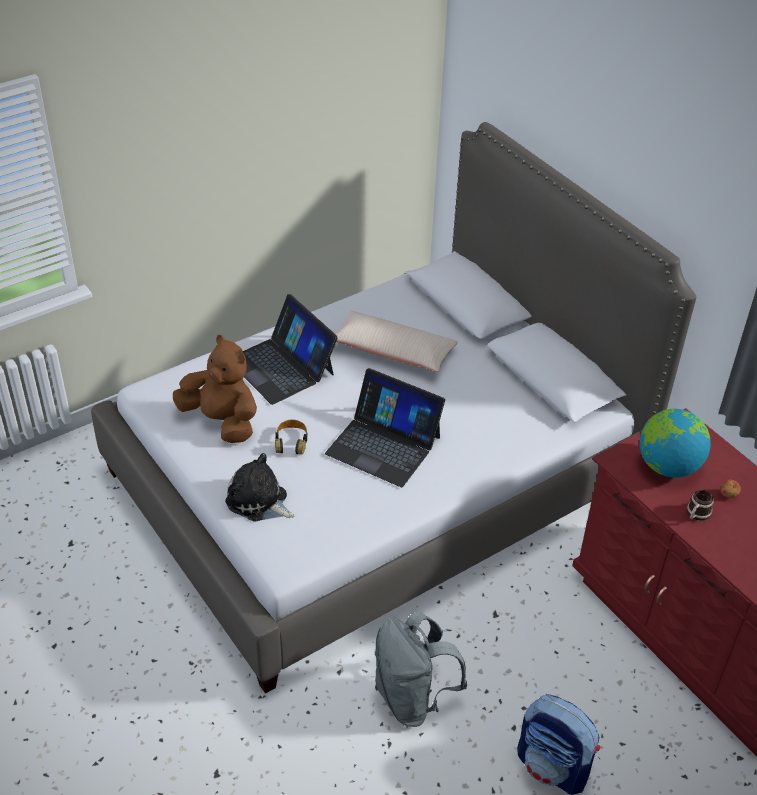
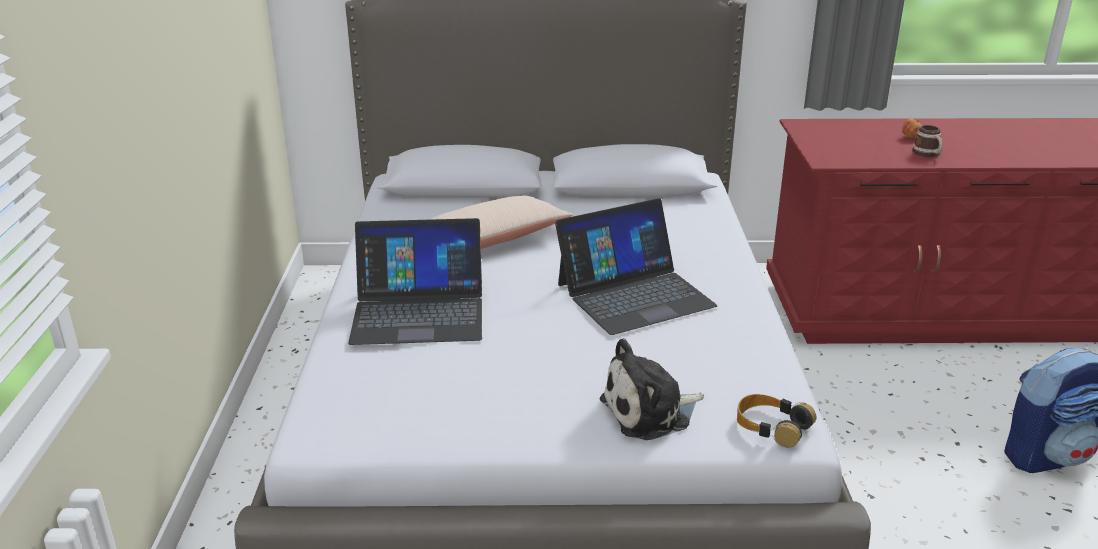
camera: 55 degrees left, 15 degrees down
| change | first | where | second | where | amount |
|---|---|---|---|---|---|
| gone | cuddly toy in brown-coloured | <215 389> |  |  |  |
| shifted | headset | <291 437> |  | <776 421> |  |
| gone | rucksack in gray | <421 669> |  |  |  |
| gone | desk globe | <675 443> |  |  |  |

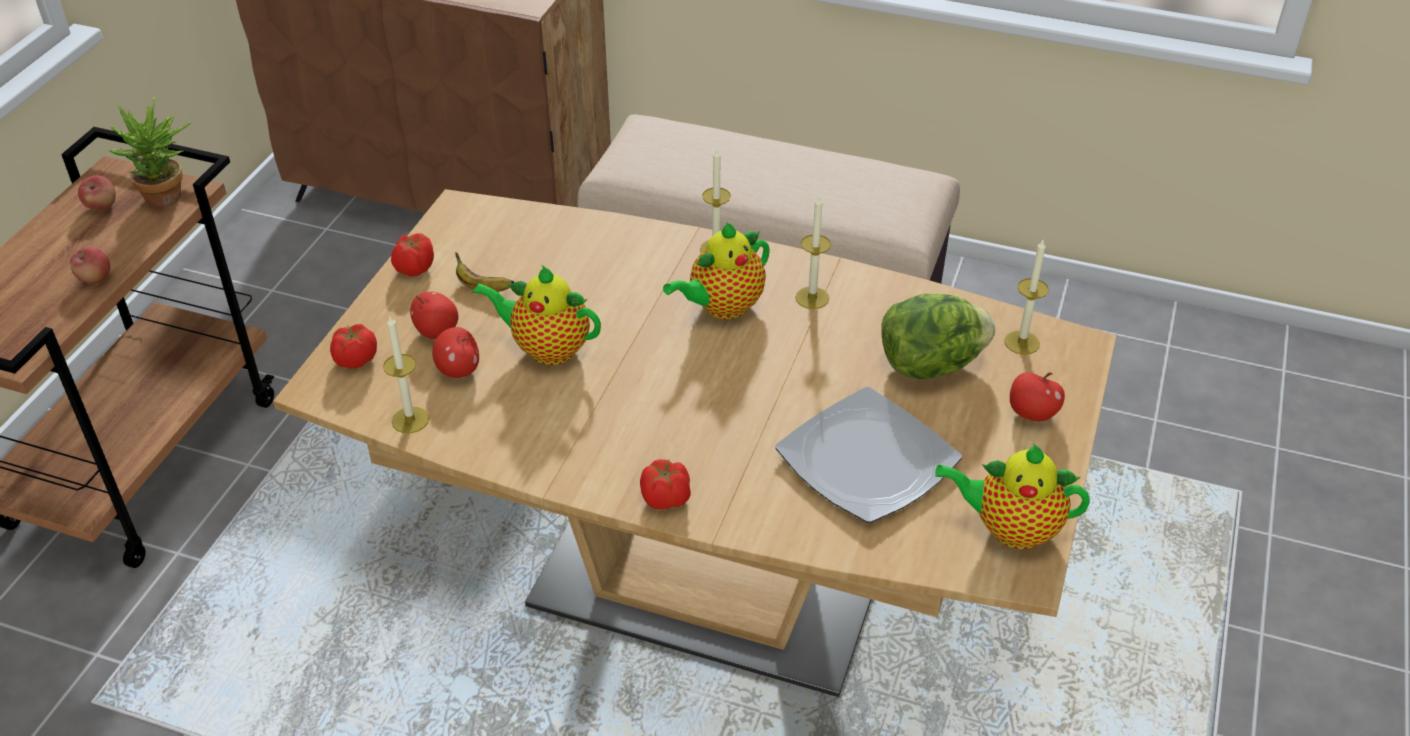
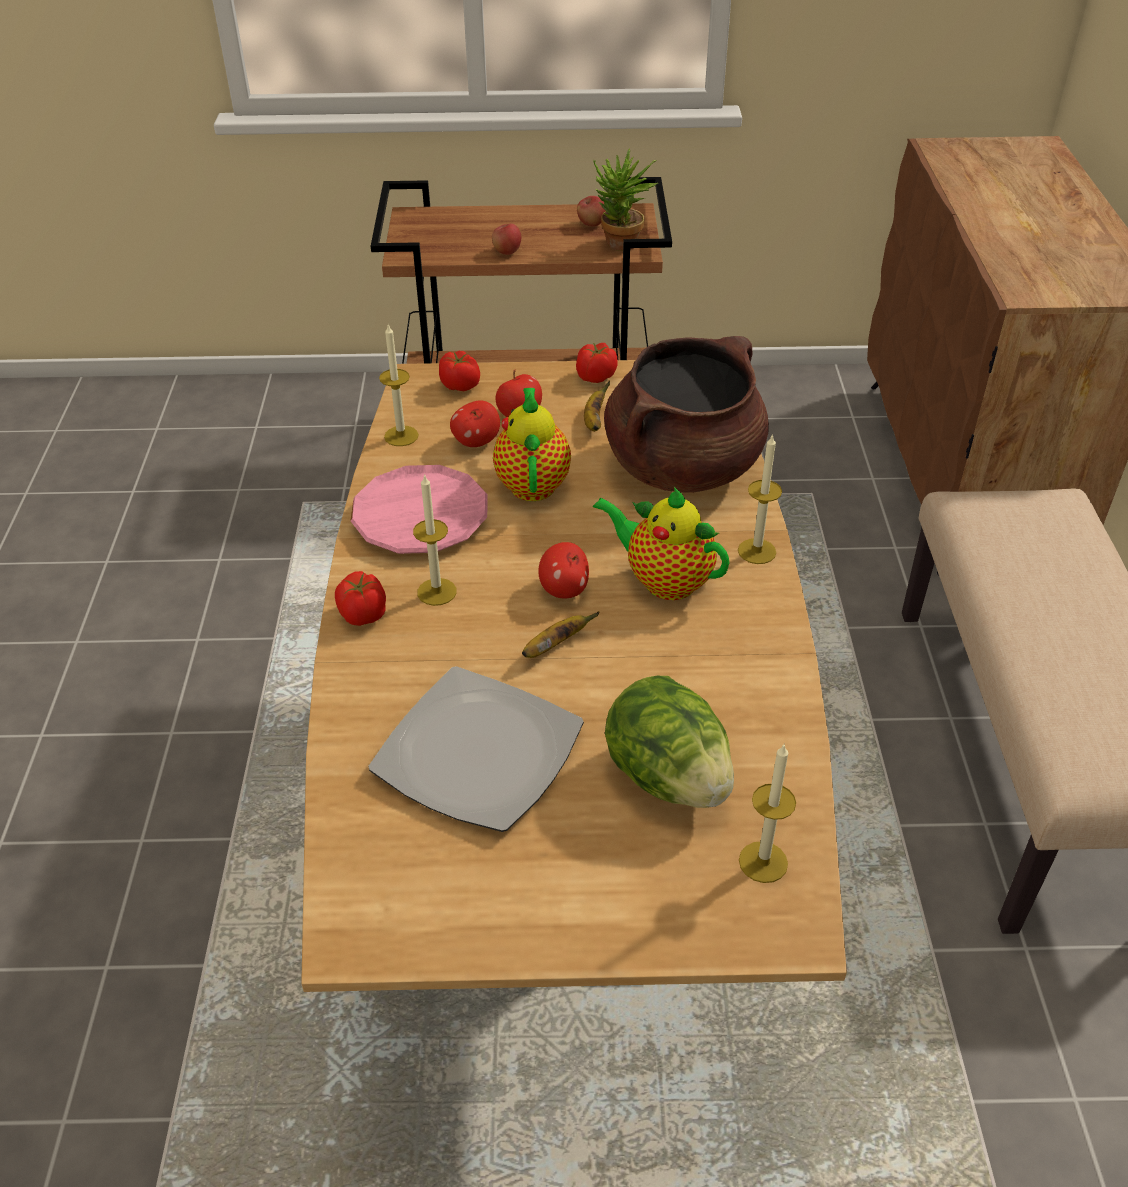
camera: 70 degrees right, 0 degrees up
| change | first | where | second | where | amount |
|---|---|---|---|---|---|
| shifted | candle | <813 252> |  | <435 540> |  |
| gone | pot for tea | <1012 496> |  |  |  |
| shifted | apple | <1037 397> |  | <563 570> |  |
| new |  |  | dinner plate in pink-coloured | <419 509> |  |
| new |  |  | banana fruit | <561 634> |  |
| new |  |  | saucepot in brown-coloured | <686 414> |  |

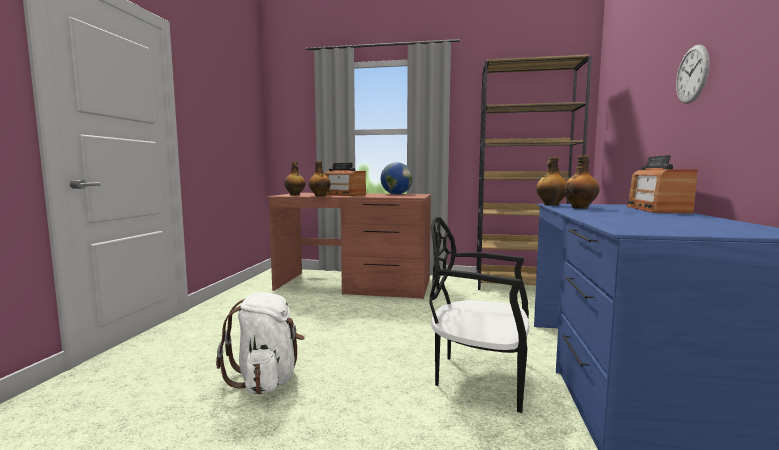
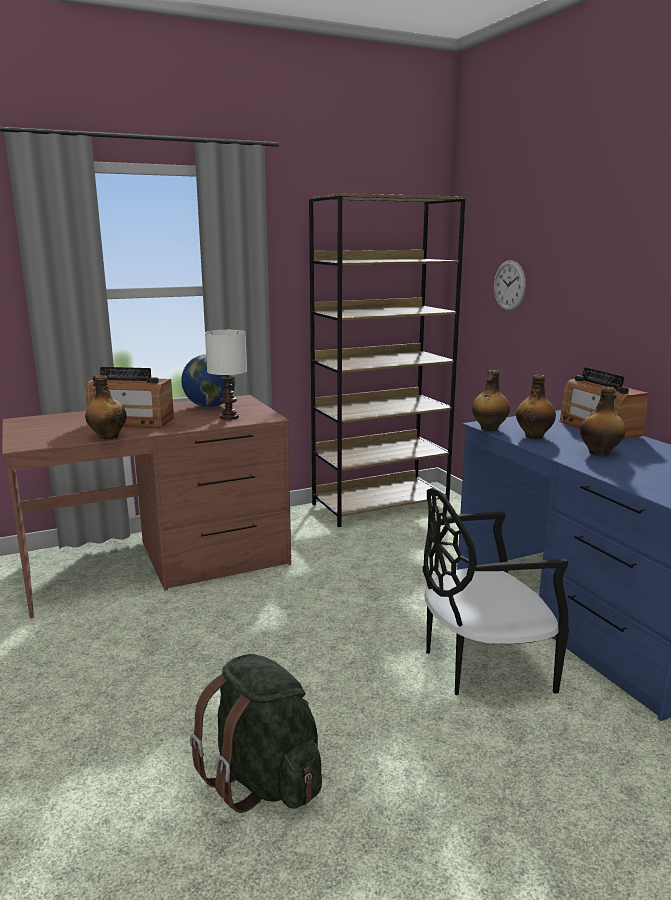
camera: 35 degrees left, 10 degrees up
| change | first | where | second | where | amount |
|---|---|---|---|---|---|
| repainted | rucksack in white | <260 343> | rucksack in green-coloured | <256 733> |  |
| shifted | drink bottle | <294 178> |  | <602 421> |  |
| shifted | wall clock | <692 74> |  | <510 285> |  |
| new |  |  | lamp for a table in white | <226 375> |  |

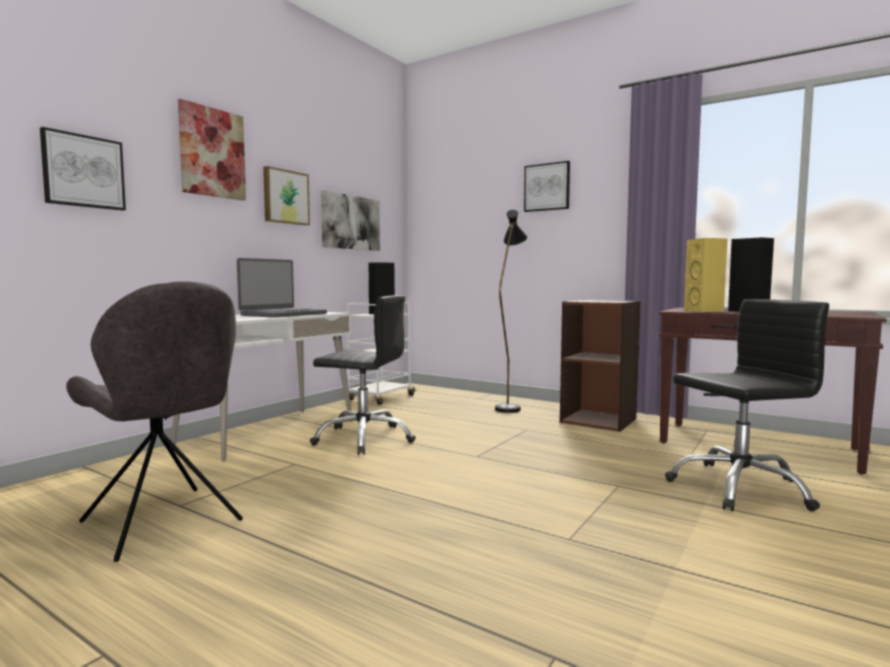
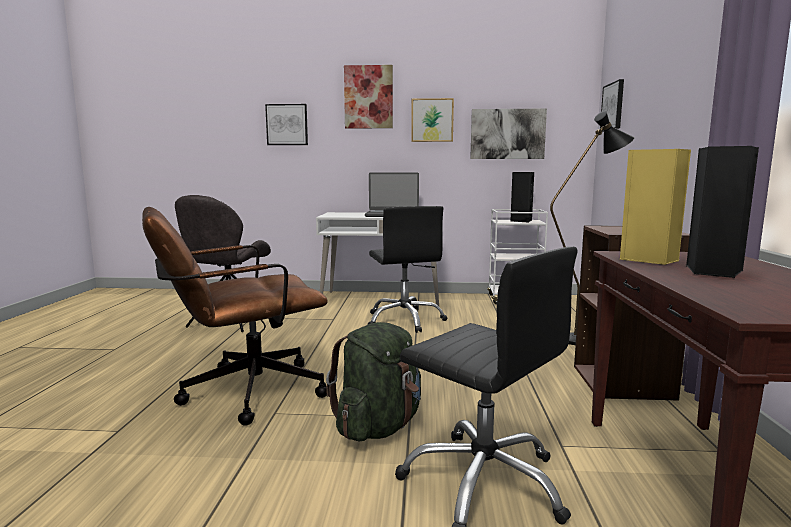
camera: 60 degrees right, 5 degrees up
| change | first | where | second | where | amount |
|---|---|---|---|---|---|
| shifted | wall art | <547 186> |  | <612 105> |  |
| new |  |  | office chair in brown-coloured | <235 316> |  |
| new |  |  | rucksack in green-coloured | <373 382> |  |

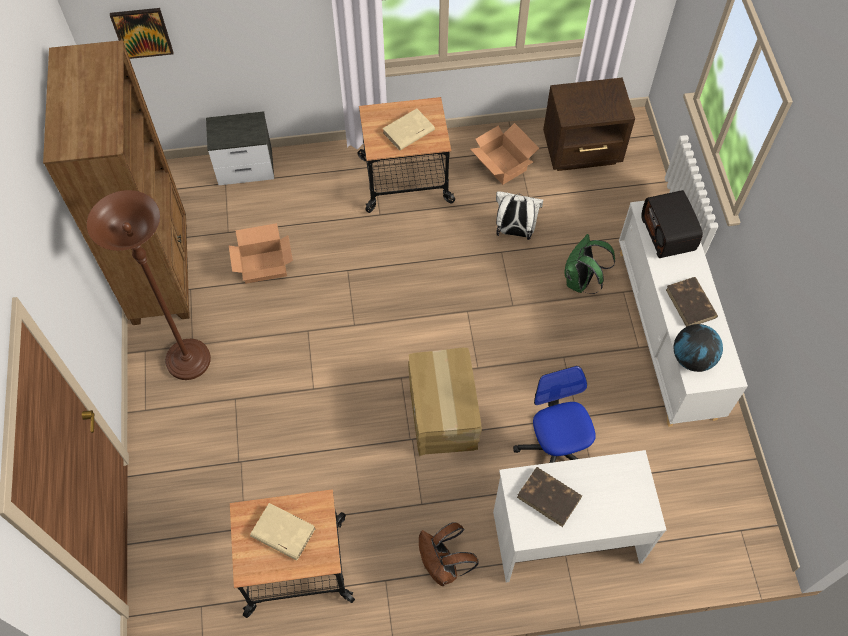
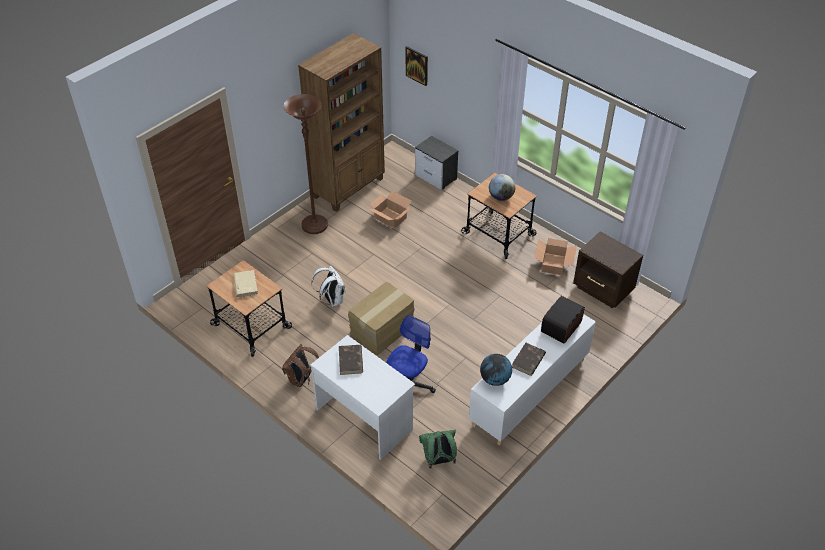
camera: 50 degrees right, 15 degrees down
| change | first | where | second | where | amount |
|---|---|---|---|---|---|
| swapped | volume in sand-coloured | <408 129> | desk globe | <502 187> |  |
| shifted | rucksack in white | <519 215> |  | <328 286> |  |
| shifted | rucksack in green-coloured | <589 264> |  | <438 449> |  |

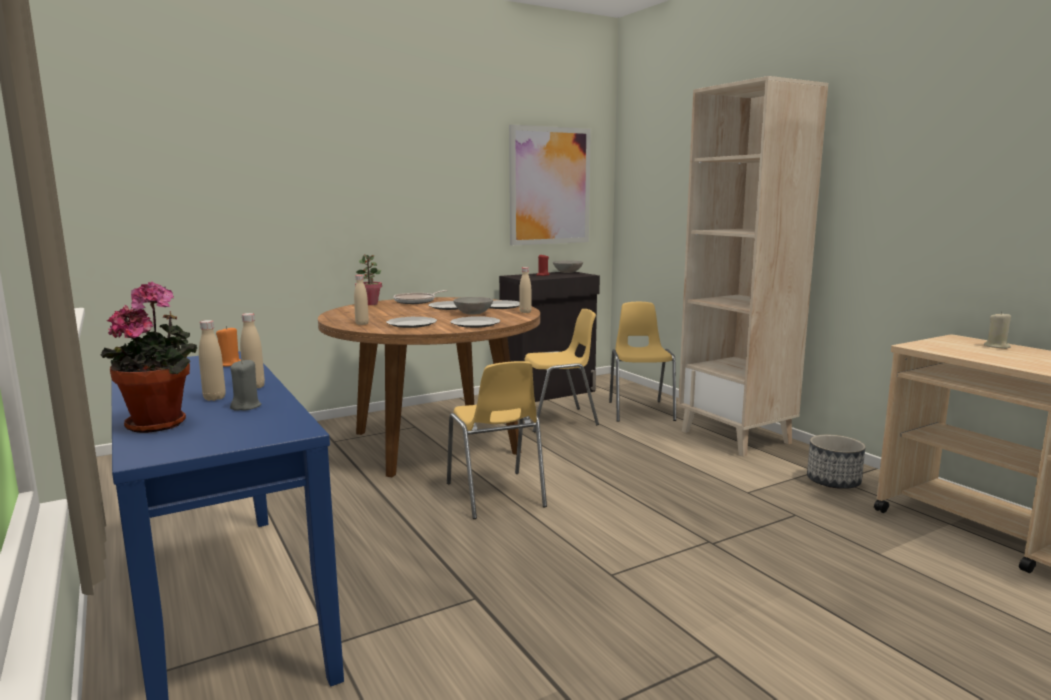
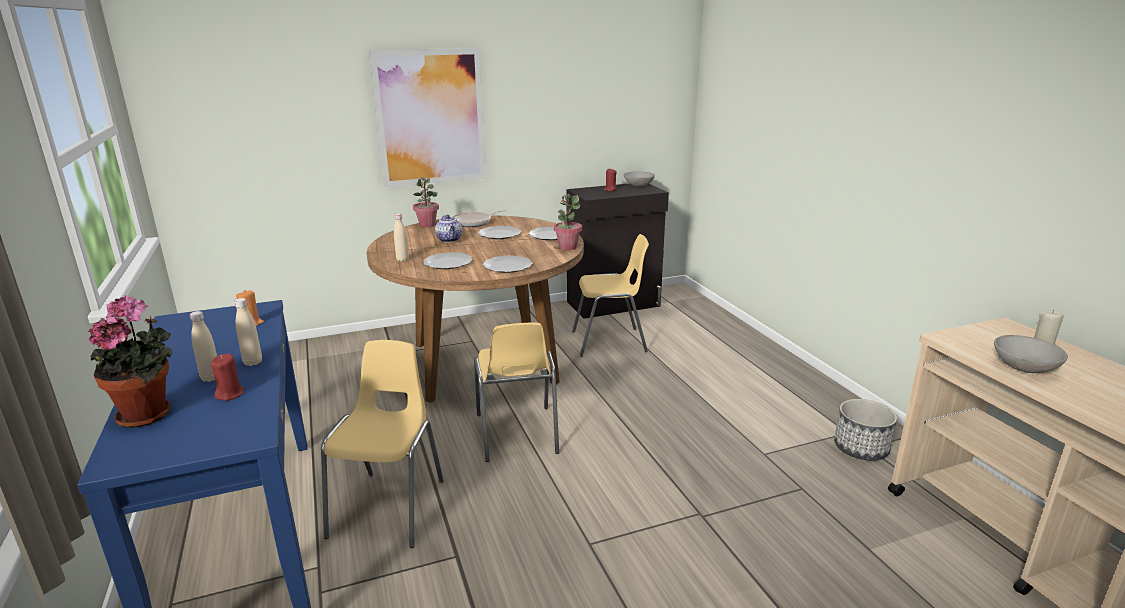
camera: 10 degrees right, 10 degrees up
| change | first | where | second | where | amount |
|---|---|---|---|---|---|
| repainted | candle in gray | <245 385> | candle in reddish | <227 377> |  |
| shifted | bowl in gray | <473 306> |  | <1031 354> |  |
| shifted | wall art | <550 185> |  | <427 117> |  |
| swapped | drink bottle in sand-coloured | <525 290> | potted plant | <568 222> |  |
| shifted | plain chair in yellow-coloured | <642 362> |  | <382 444> |  |
| gone | bookcase in sand-coloured | <753 266> |  |  |  |
| new |  |  | pot for tea | <448 228> |  |

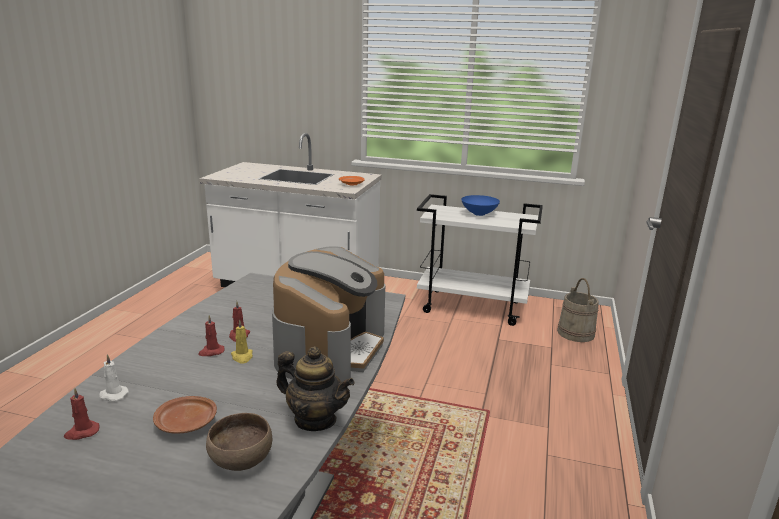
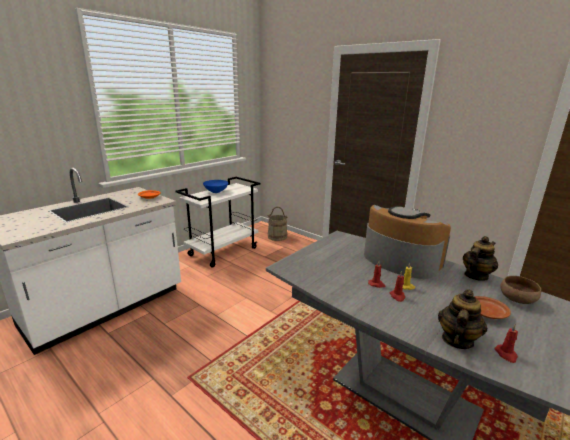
camera: 65 degrees left, 0 degrees up
| change | first | where | second | where | amount |
|---|---|---|---|---|---|
| swapped | candle in white | <114 377> | pot for tea | <463 319> |  |

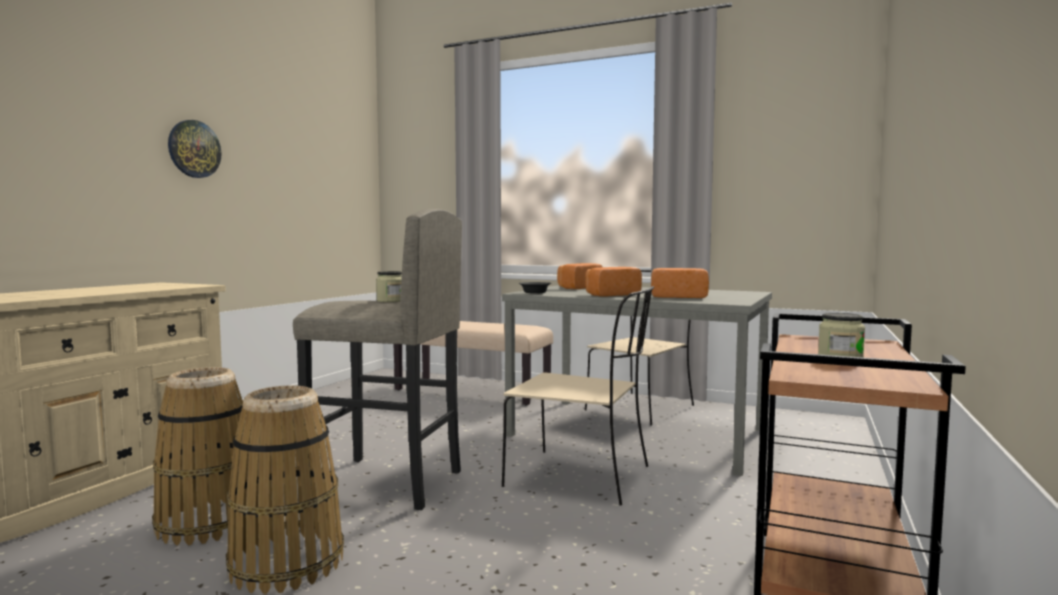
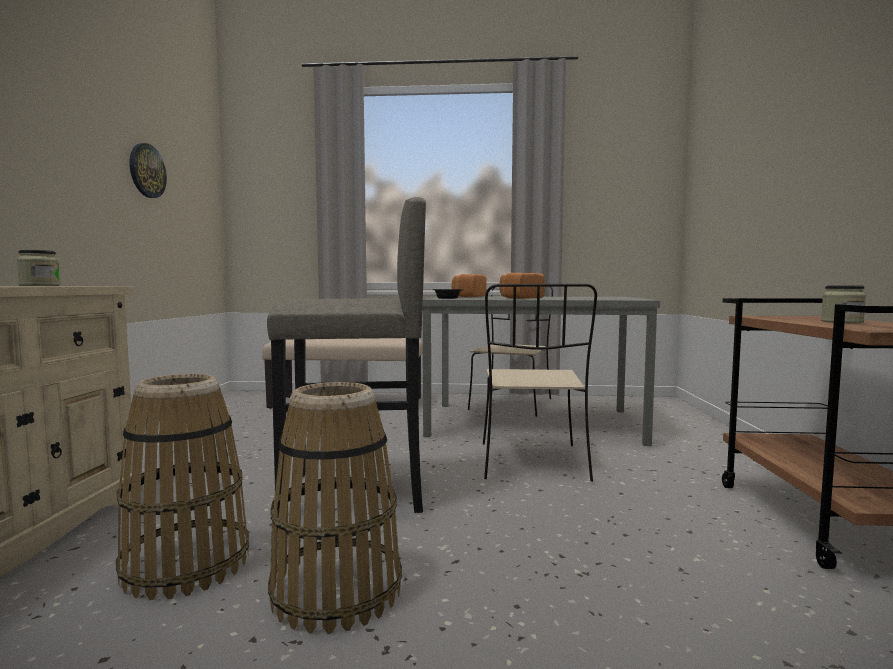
camera: 20 degrees left, 0 degrees up
| change | first | where | second | where | amount |
|---|---|---|---|---|---|
| shifted | wall clock | <194 149> |  | <148 170> |  |
| shifted | preserve jar | <389 286> |  | <38 268> |  |
| rotated | plain chair in sand-coloured | <578 396> |  | <540 383> | 90 degrees clockwise |
| gone | bread | <680 283> |  |  |  |

